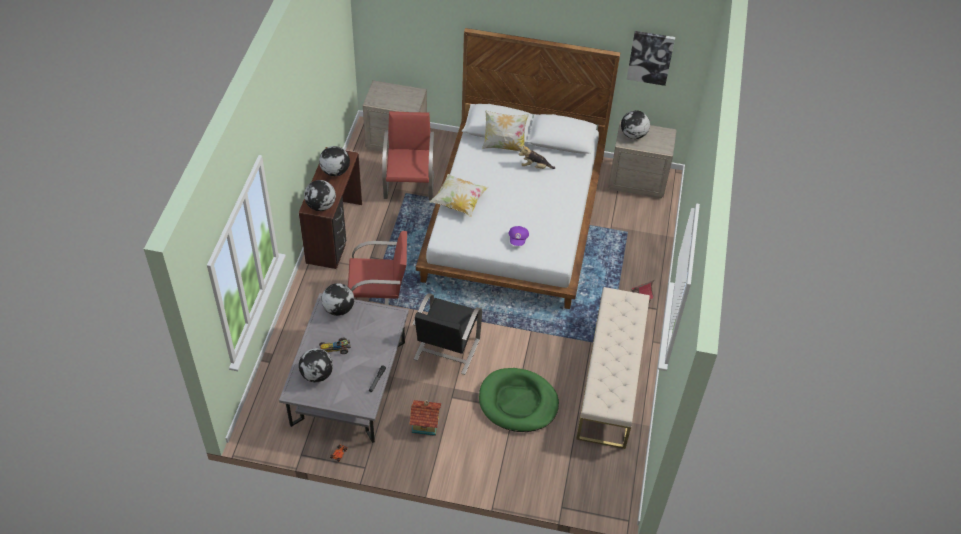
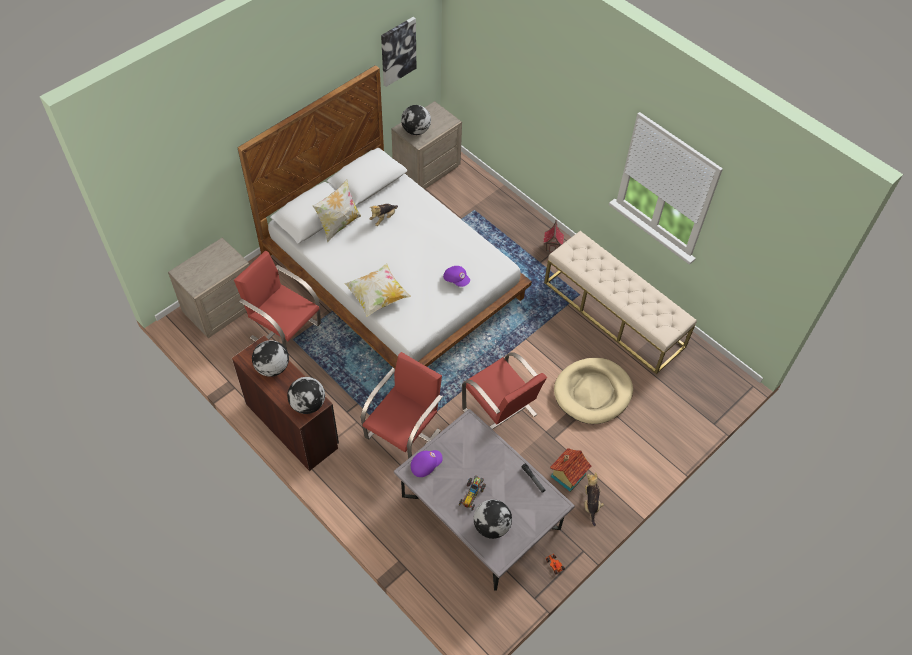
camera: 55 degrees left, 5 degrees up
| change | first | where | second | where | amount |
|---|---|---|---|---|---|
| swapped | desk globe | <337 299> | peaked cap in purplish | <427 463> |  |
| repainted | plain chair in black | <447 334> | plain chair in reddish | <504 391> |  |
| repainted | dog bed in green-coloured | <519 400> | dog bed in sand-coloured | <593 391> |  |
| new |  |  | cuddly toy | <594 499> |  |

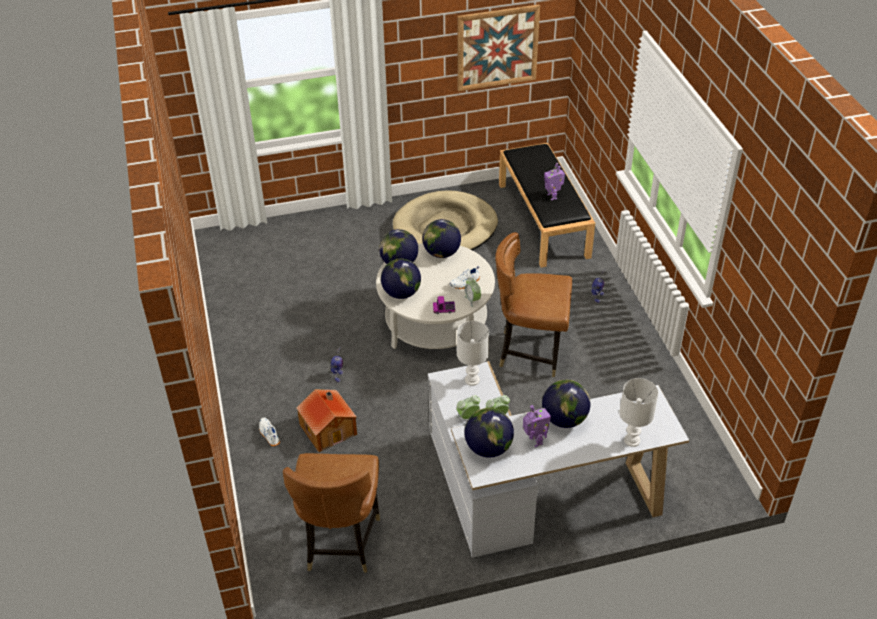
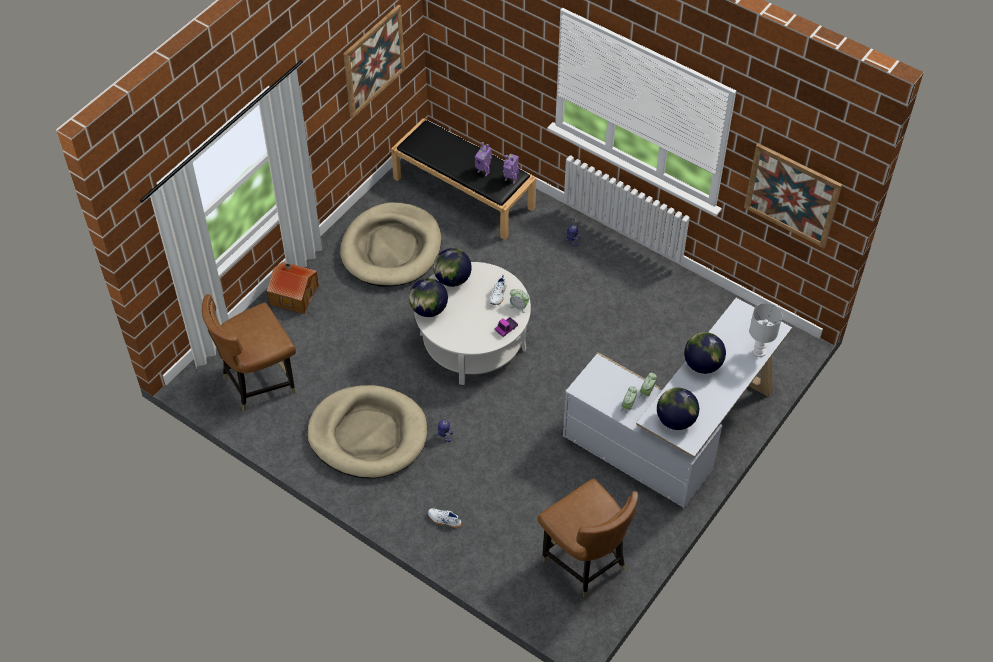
camera: 40 degrees left, 10 degrees up
| change | first | where | second | where | amount |
|---|---|---|---|---|---|
| shifted | toy house | <326 420> |  | <293 288> |  |
| gone | desk globe | <401 279> |  |  |  |
| gone | lamp for a table in white | <473 353> |  |  |  |
| shifted | plain chair in brown-coloured | <533 304> |  | <249 353> |  |
| shifted | model robot | <537 426> |  | <511 168> |  |
| new |  |  | dog bed in sand-coloured | <367 431> |  |
| new |  |  | wall art | <793 195> |  |

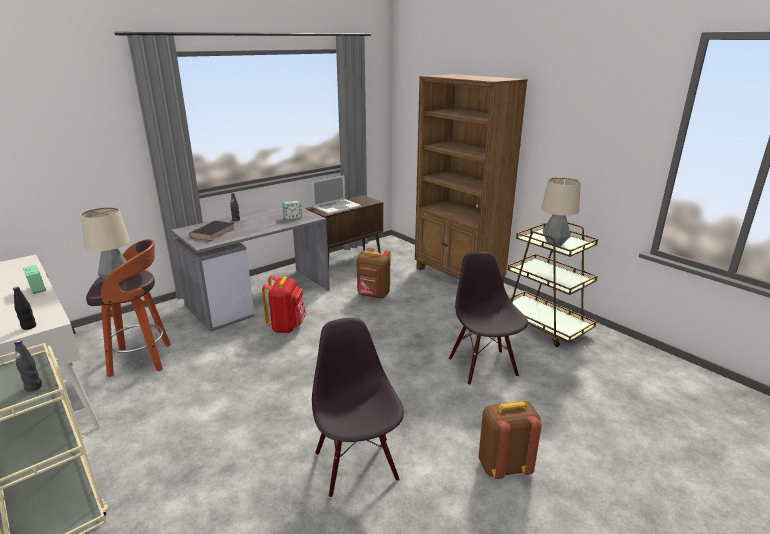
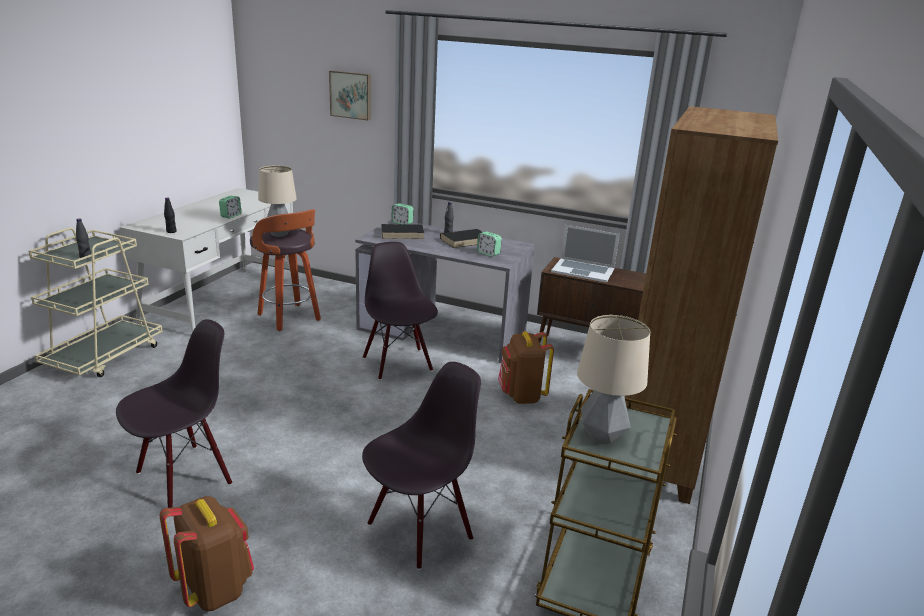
camera: 60 degrees right, 0 degrees up
| change | first | where | second | where | amount |
|---|---|---|---|---|---|
| swapped | rucksack in reddish | <284 304> | plain chair in black | <400 311> |  |
| new |  |  | wall art | <350 95> |  |
| new |  |  | alarm clock | <402 213> |  |
| new |  |  | volume in black | <461 238> |  |

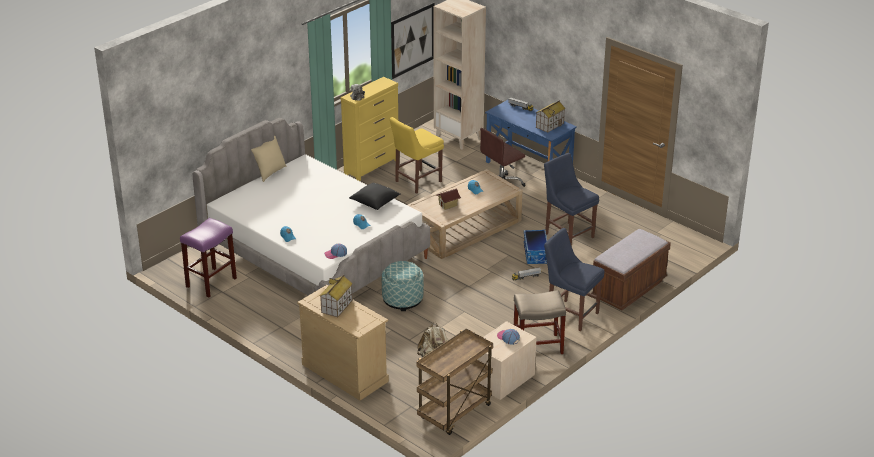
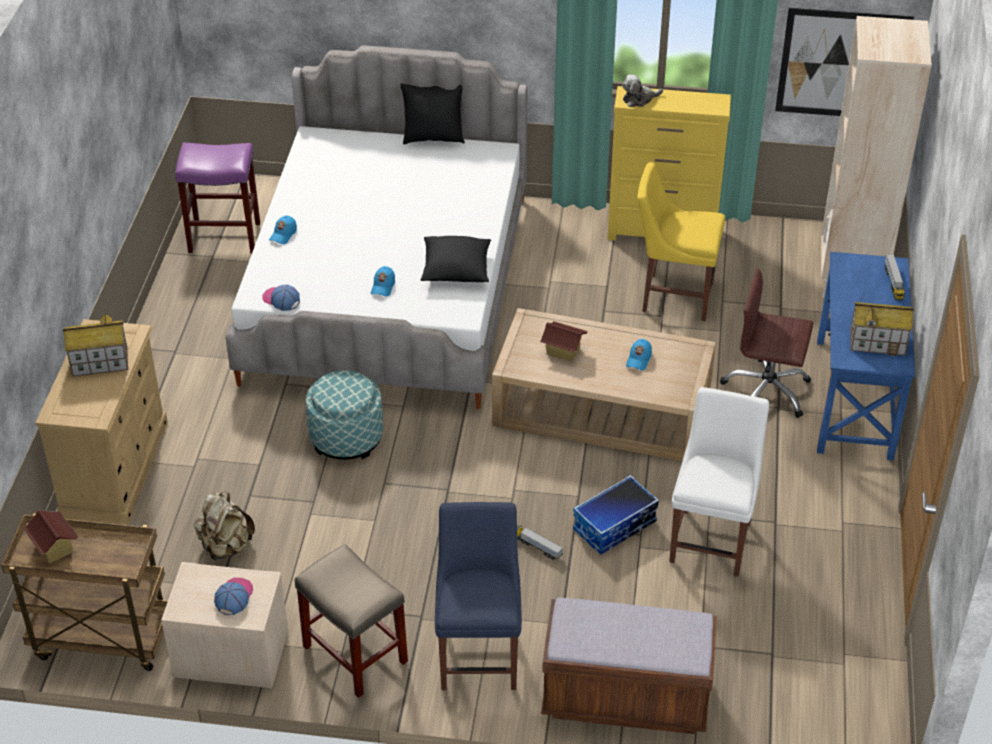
camera: 55 degrees right, 10 degrees up
| change | first | where | second | where | amount |
|---|---|---|---|---|---|
| repainted | pillow in sand-coloured | <268 159> | pillow in black | <432 114> |  |
| repainted | plain chair in bluish | <571 199> | plain chair in white | <719 482> |  |
| new |  |  | toy house | <50 536> |  |

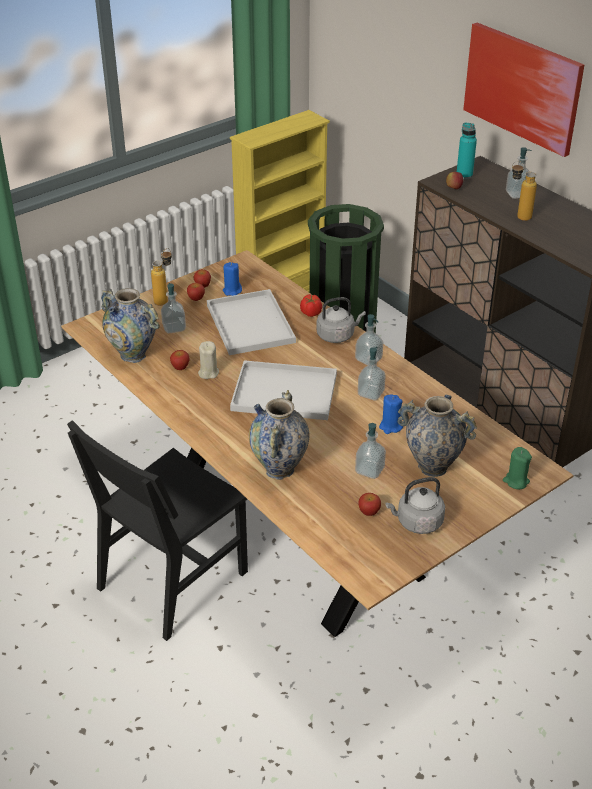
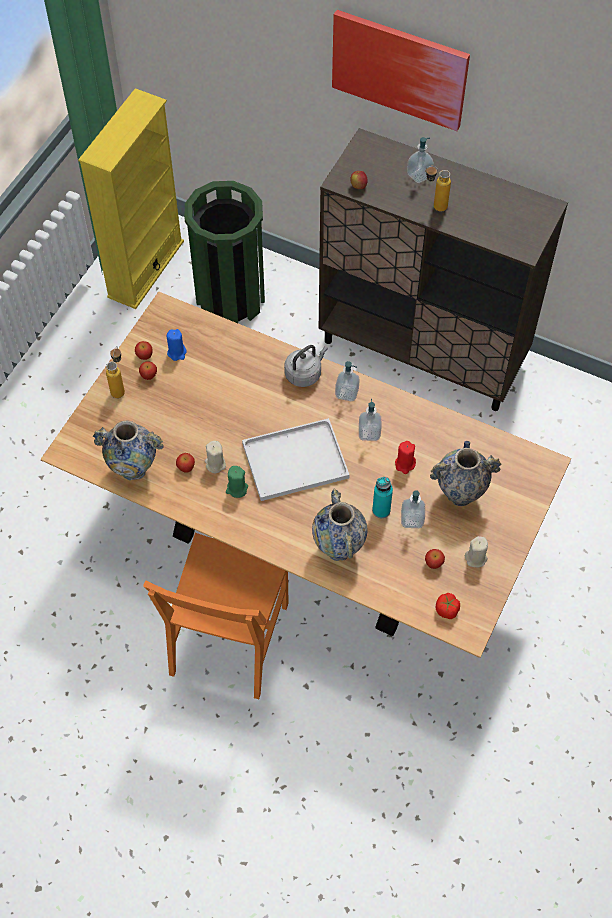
camera: 25 degrees left, 20 degrees up
| change | first | where | second | where | amount |
|---|---|---|---|---|---|
| repainted | plain chair in black | <157 530> | plain chair in orangey | <216 616> |  |
| gone | liquid soap bottle | <173 308> |  |  |  |
| gone | tray in white | <251 322> |  |  |  |
| shifted | fresh tomato | <311 305> |  | <448 606> |  |
| repainted | candle in bluish | <391 414> | candle in reddish | <405 457> |  |
| swapped | water kettle in gray | <415 505> | candle in sand-coloured | <476 551> |  |
| shifted | drink bottle in turquoise-coloured | <467 151> |  | <382 497> |  |
| shifted | candle in green-coloured | <517 468> |  | <237 482> |  |

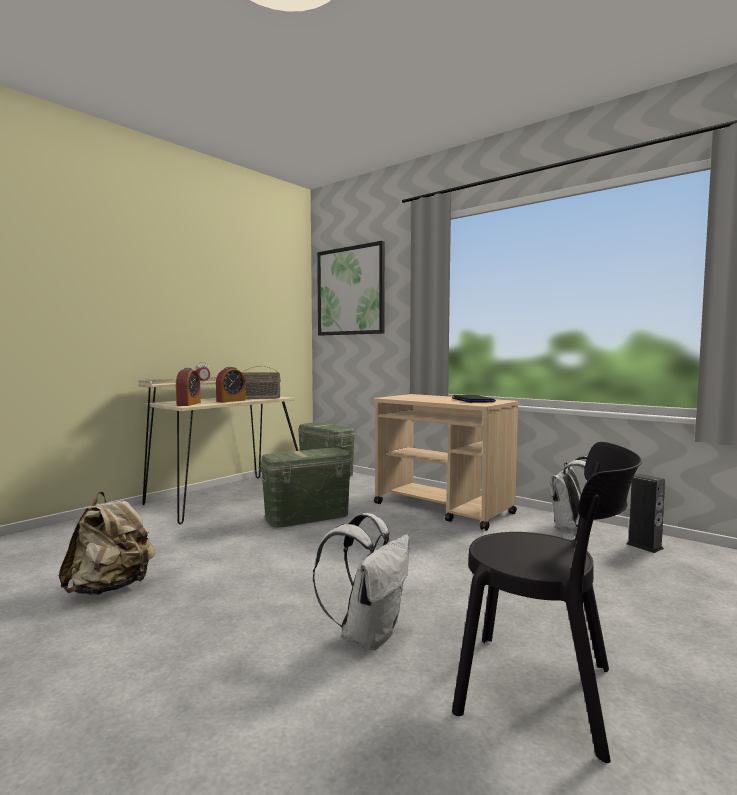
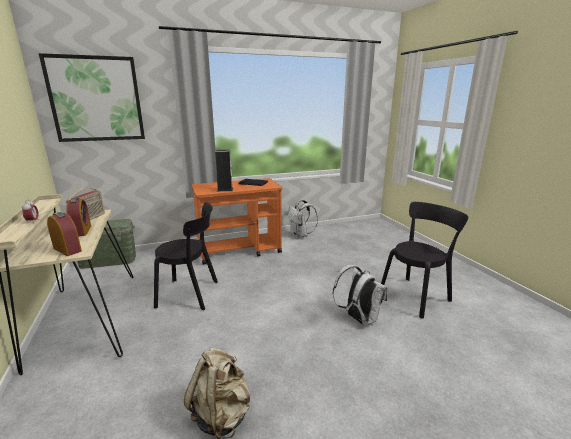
camera: 60 degrees left, 15 degrees up
| change | first | where | second | where | amount |
|---|---|---|---|---|---|
| swapped | storage bin in green-coloured | <306 488> | plain chair in black | <186 256> |  |
| repainted | trolley in sand-coloured | <446 462> | trolley in orangey | <237 221> |  |
| shifted | speaker | <646 513> |  | <224 170> |  |

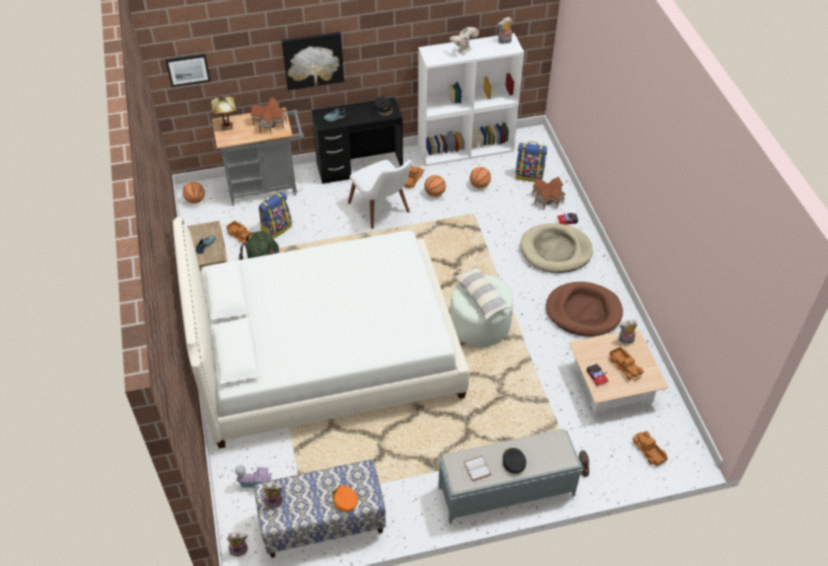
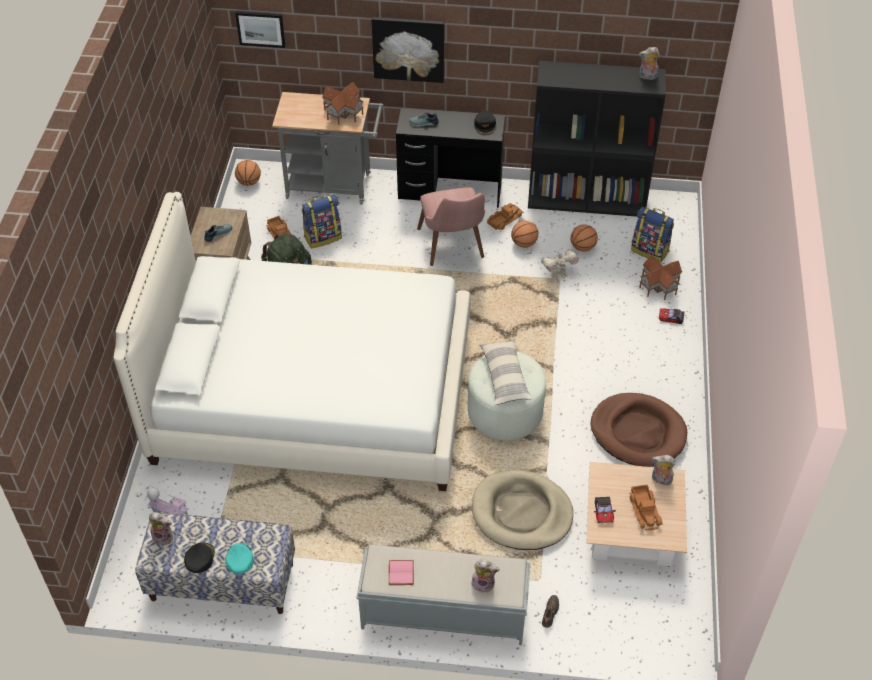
camera: 20 degrees right, 0 degrees up
| change | first | where | second | where | amount |
|---|---|---|---|---|---|
| gone | lamp for a table | <223 113> |  |  |  |
| shifted | cuddly toy | <237 544> |  | <485 576> |  |
| repainted | peaked cap in orangey | <345 498> | peaked cap in turquoise-coloured | <239 558> |  |
| repainted | plain chair in white | <380 194> | plain chair in pink-coloured | <451 226> |  |
| repainted | bookcase in white | <471 99> | bookcase in black | <597 139> |  |
| shifted | model robot | <464 41> |  | <560 265> |  |
| repainted | volume in white | <477 468> | volume in pink-coloured | <401 572> |  |
| shifted | peaked cap in black | <514 460> |  | <199 558> |  |
| shifted | dog bed in sand-coloured | <556 248> |  | <522 510> |  |
| gone | toy lorry | <650 448> |  |  |  |

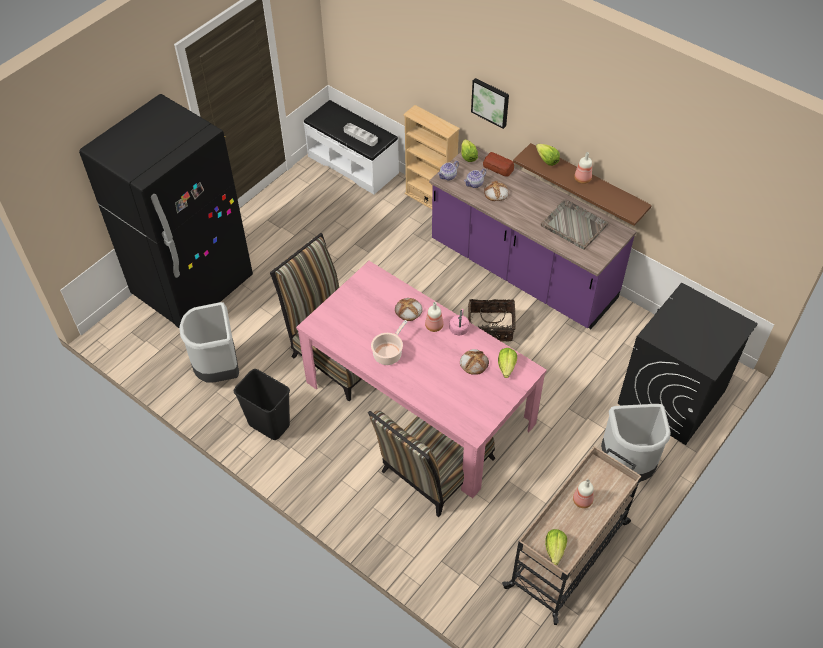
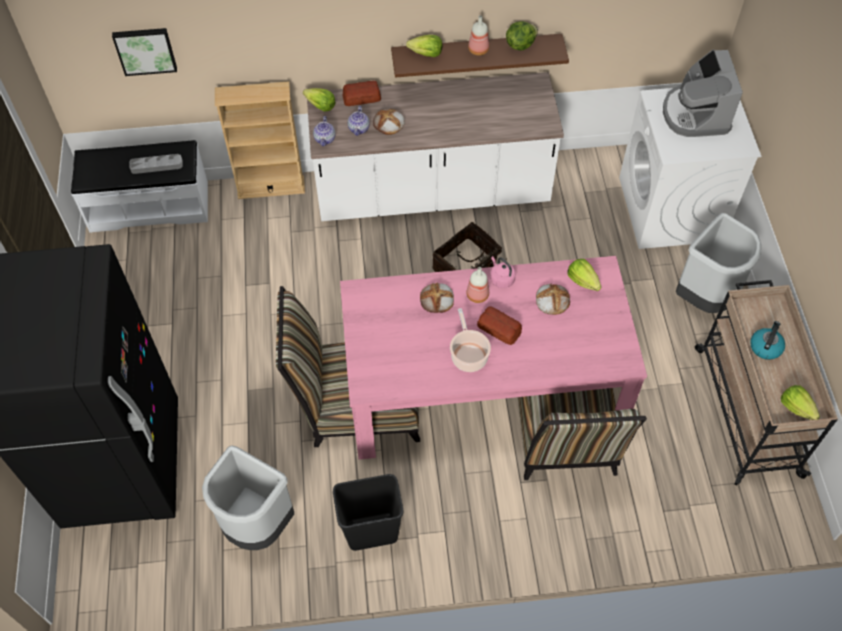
camera: 45 degrees left, 5 degrees up
| change | first | where | second | where | amount |
|---|---|---|---|---|---|
| repainted | counter in purplish | <533 238> | counter in white | <435 146> |  |
| shifted | wall art | <490 103> |  | <144 52> |  |
| gone | tray in gray | <574 224> |  |  |  |
| swapped | drink bottle | <583 493> | water kettle | <767 340> |  |
| repainted | laundry appliance in black | <688 364> | laundry appliance in white | <690 168> |  |
| new |  |  | bread | <499 325> |  |
| new |  |  | lettuce | <522 36> |  |
| new |  |  | coffee machine | <703 93> |  |

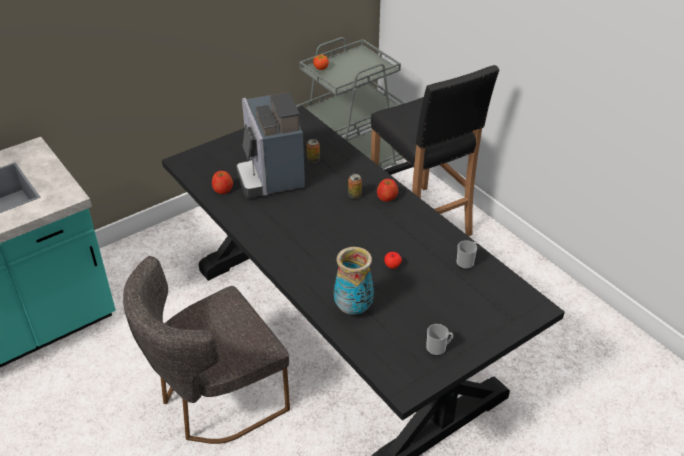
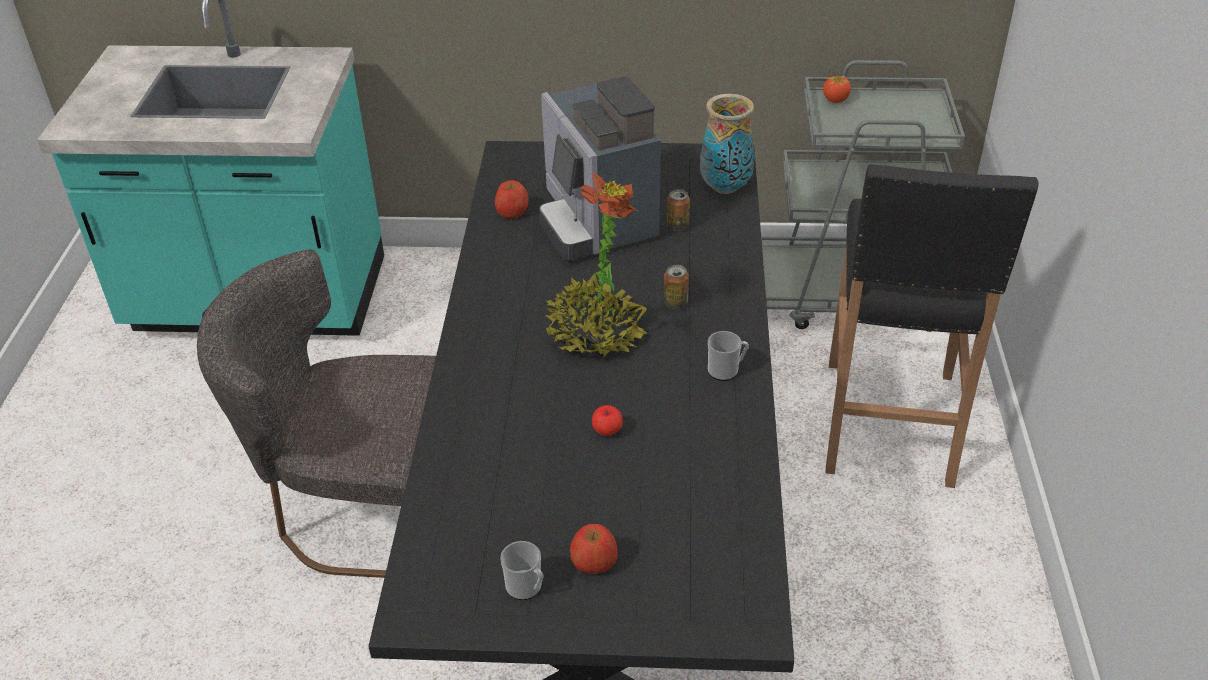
camera: 40 degrees right, 0 degrees up
| change | first | where | second | where | amount |
|---|---|---|---|---|---|
| rotated | coffee machine | <270 145> |  | <600 168> | 45 degrees counterclockwise |
| shifted | flower vase | <354 281> |  | <727 144> |  |
| shifted | apple | <387 190> |  | <593 548> |  |
| shifted | tea mug | <466 254> |  | <728 356> |  |
| new |  |  | potted plant | <596 265> |  |

